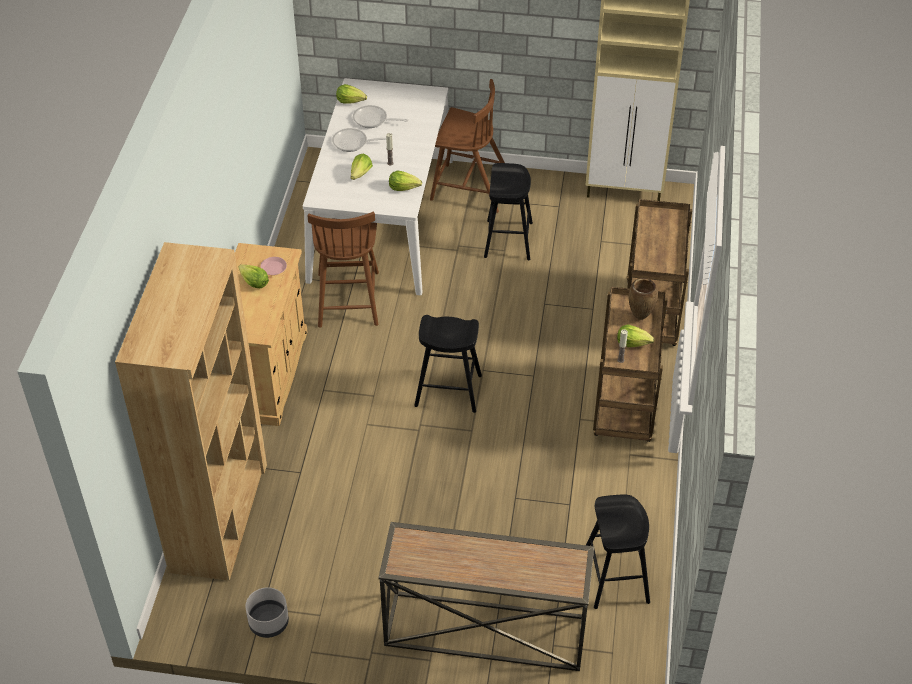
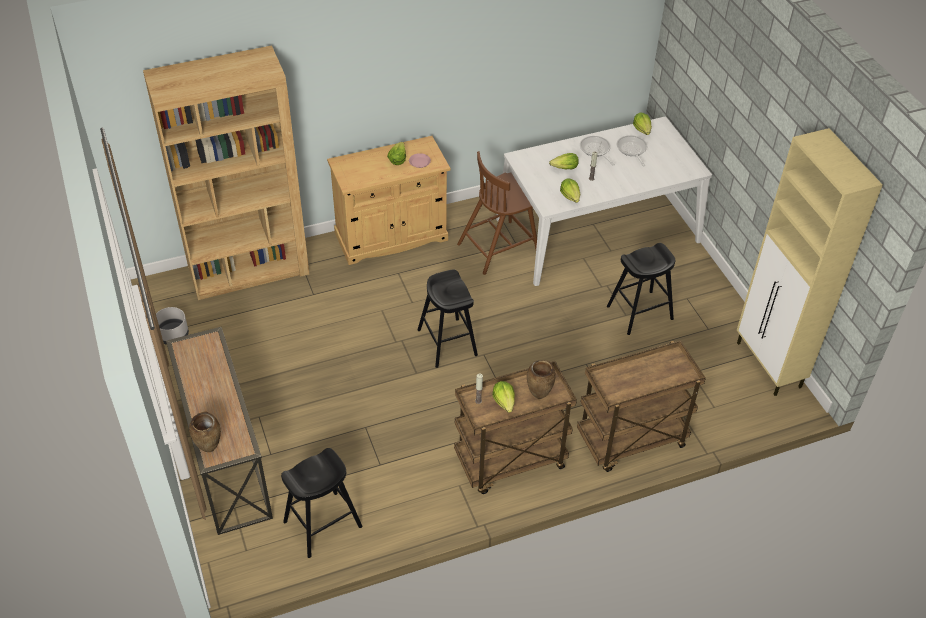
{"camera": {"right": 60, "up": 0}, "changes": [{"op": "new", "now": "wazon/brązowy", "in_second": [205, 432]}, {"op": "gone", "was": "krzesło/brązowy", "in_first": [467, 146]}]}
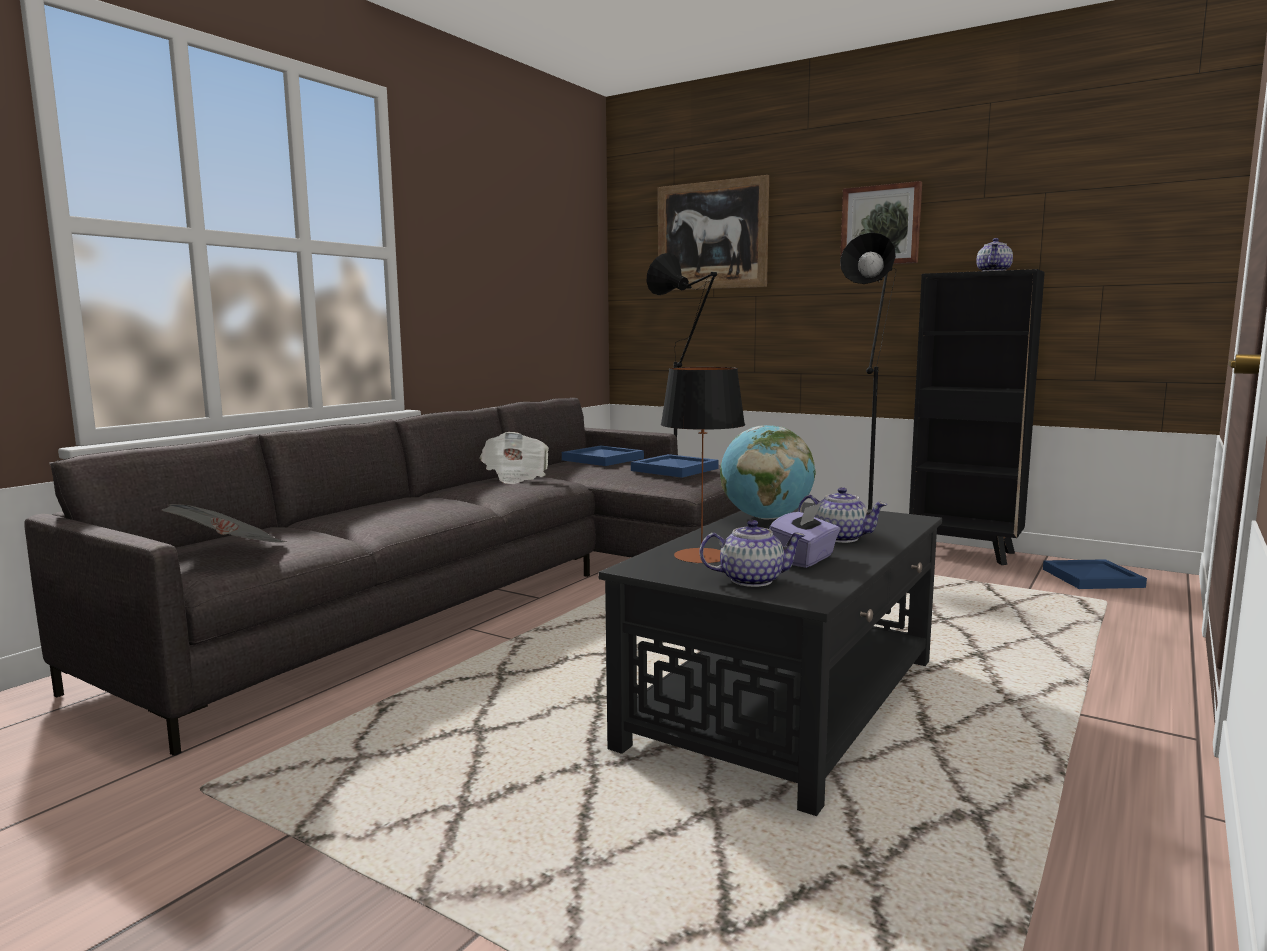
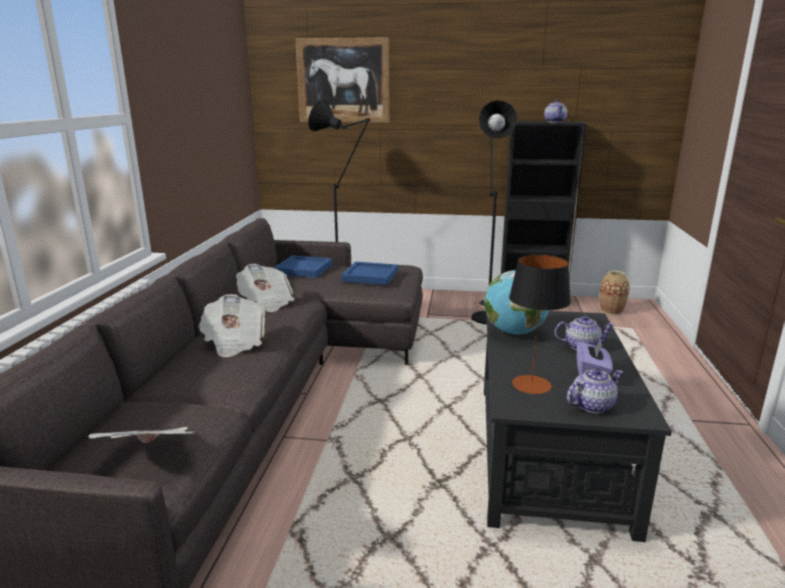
{"camera": {"right": -25, "up": 10}, "changes": [{"op": "new", "now": "gazeta", "in_second": [231, 326]}, {"op": "swapped", "was": "taca/niebieski", "now": "wazon", "in_first": [1095, 574], "in_second": [614, 293]}, {"op": "gone", "was": "obraz", "in_first": [881, 223]}]}
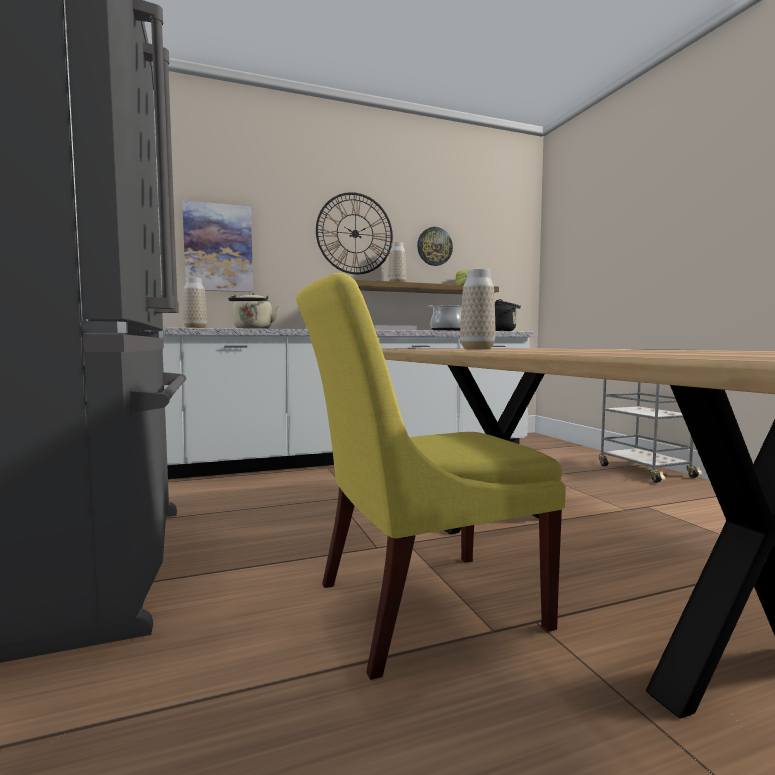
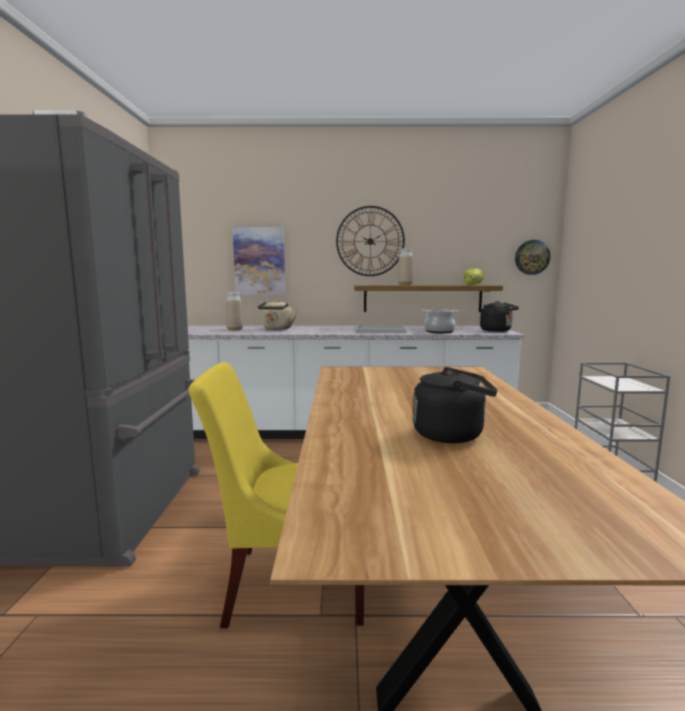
{"camera": {"right": 20, "up": 5}, "changes": [{"op": "new", "now": "czajnik/czarny", "in_second": [455, 405]}, {"op": "shifted", "was": "zegar ścienny", "in_first": [435, 246], "in_second": [532, 257]}, {"op": "gone", "was": "wazon", "in_first": [477, 309]}]}
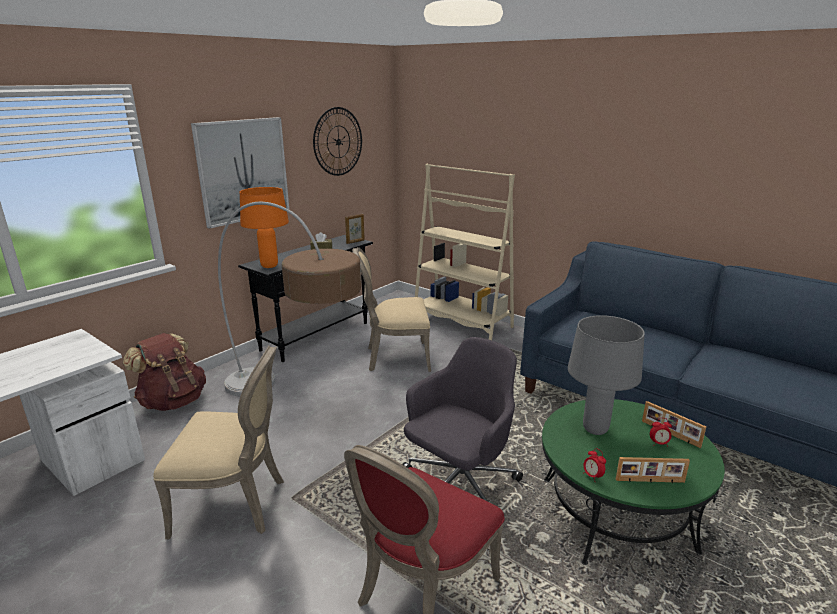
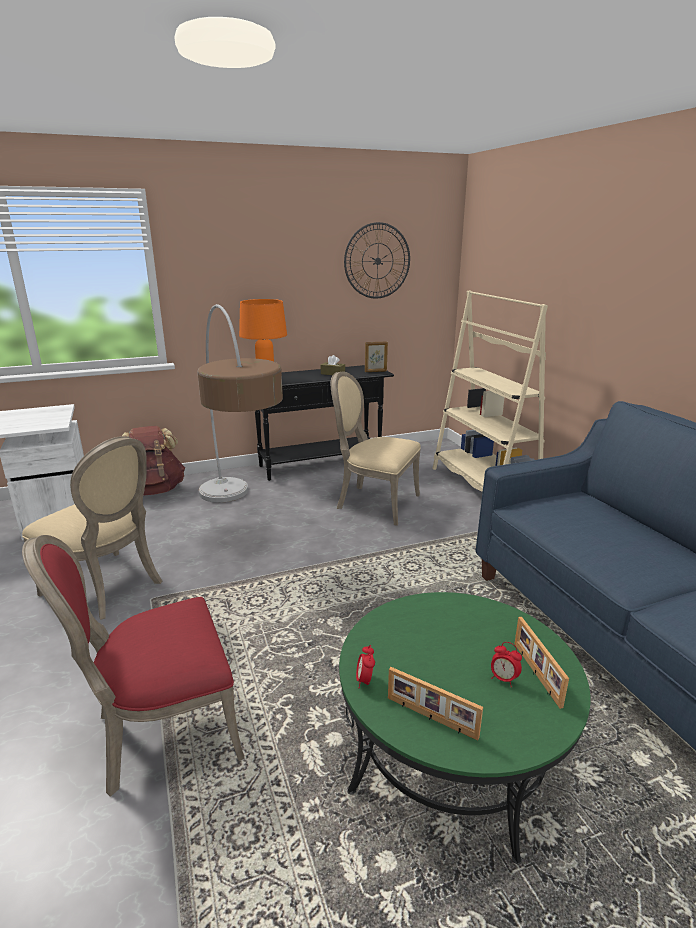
{"camera": {"right": 30, "up": 0}, "changes": [{"op": "gone", "was": "obraz", "in_first": [240, 173]}, {"op": "gone", "was": "krzesło biurowe/szary", "in_first": [462, 419]}, {"op": "gone", "was": "lampa stołowa/szary", "in_first": [606, 375]}]}
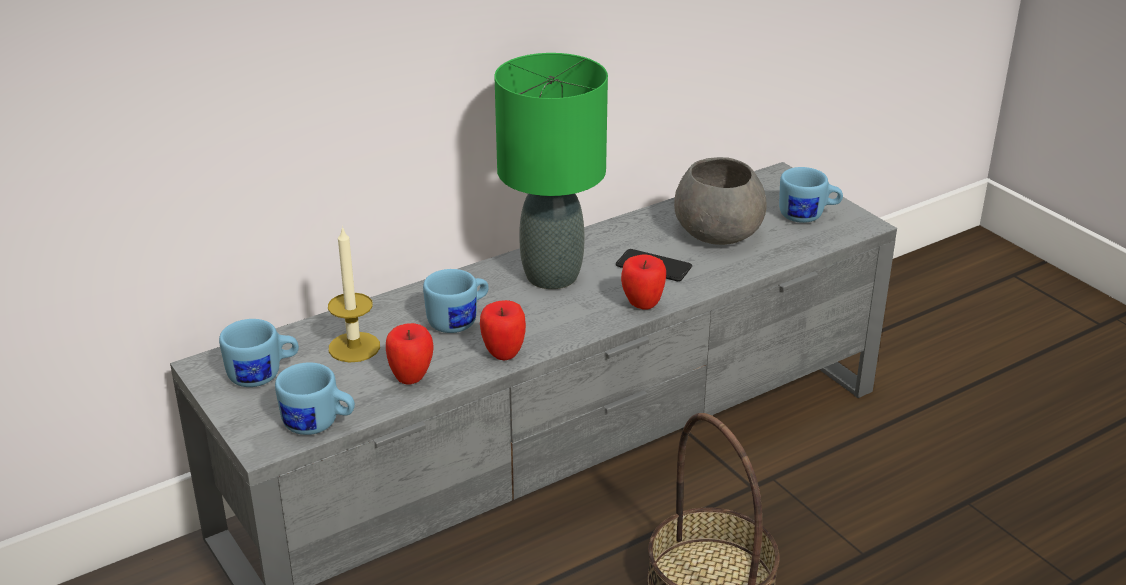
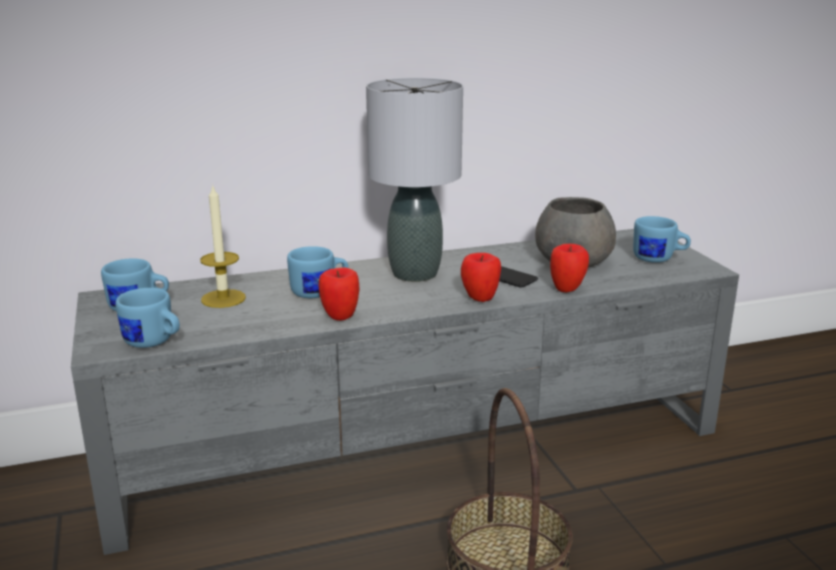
{"camera": {"right": 15, "up": -10}, "changes": [{"op": "repainted", "was": "lampa stołowa/zielony", "now": "lampa stołowa/szary", "in_first": [551, 171], "in_second": [414, 180]}, {"op": "shifted", "was": "jabłko", "in_first": [409, 353], "in_second": [569, 268]}]}
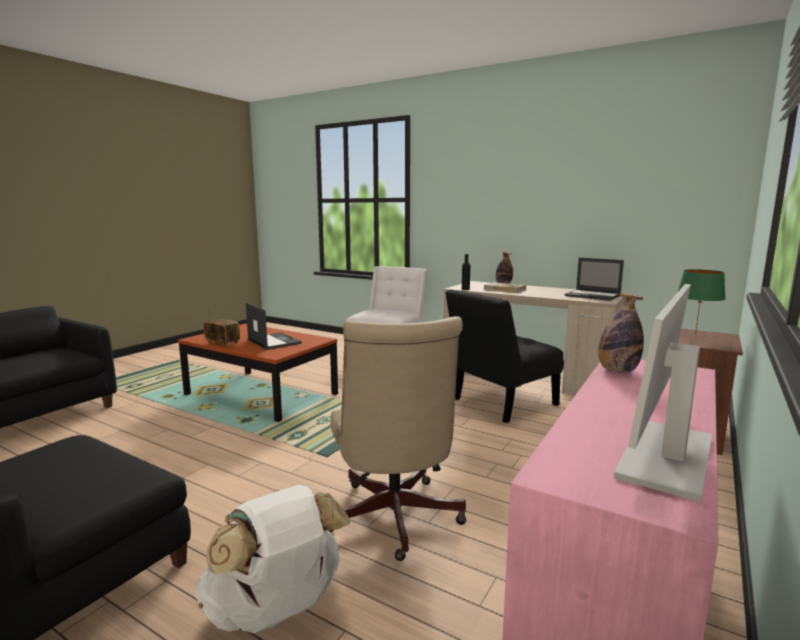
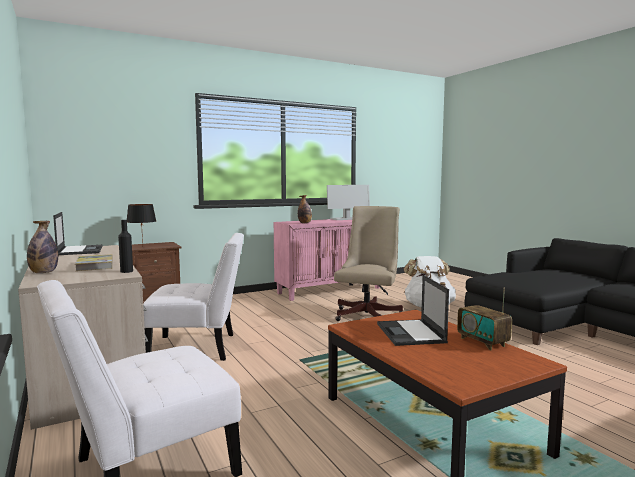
{"camera": {"right": -150, "up": -5}, "changes": [{"op": "repainted", "was": "lampa stołowa/zielony", "now": "lampa stołowa/czarny", "in_first": [701, 302], "in_second": [141, 224]}, {"op": "repainted", "was": "krzesło/czarny", "now": "krzesło/biały", "in_first": [504, 356], "in_second": [193, 297]}]}
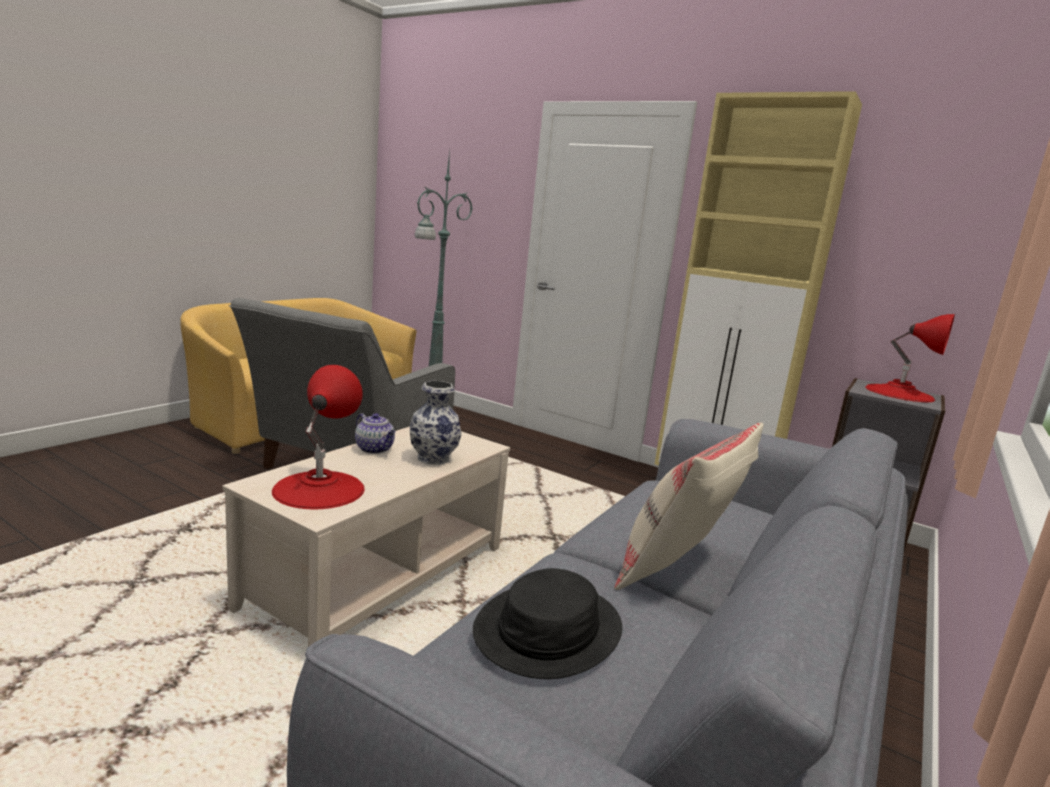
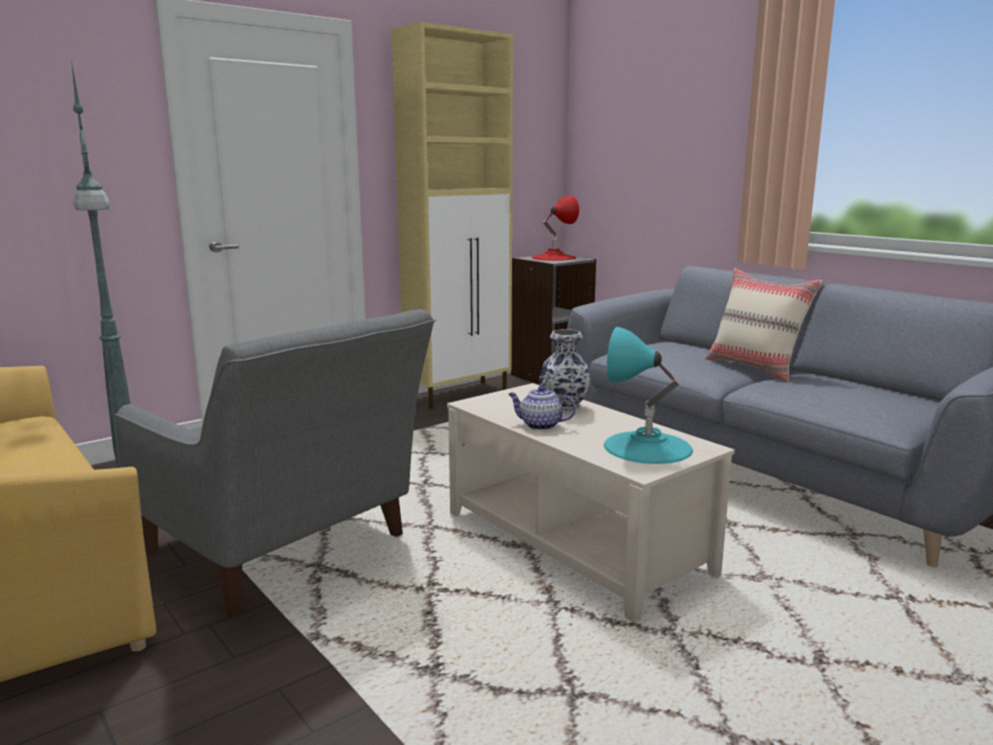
{"camera": {"right": -70, "up": 0}, "changes": [{"op": "rotated", "was": "imbryk", "in_first": [375, 433], "in_second": [542, 408], "clockwise": -135}, {"op": "repainted", "was": "lampa stołowa/czerwony", "now": "lampa stołowa/turkusowy", "in_first": [318, 437], "in_second": [648, 395]}, {"op": "gone", "was": "kapelusz/czarny", "in_first": [547, 623]}]}
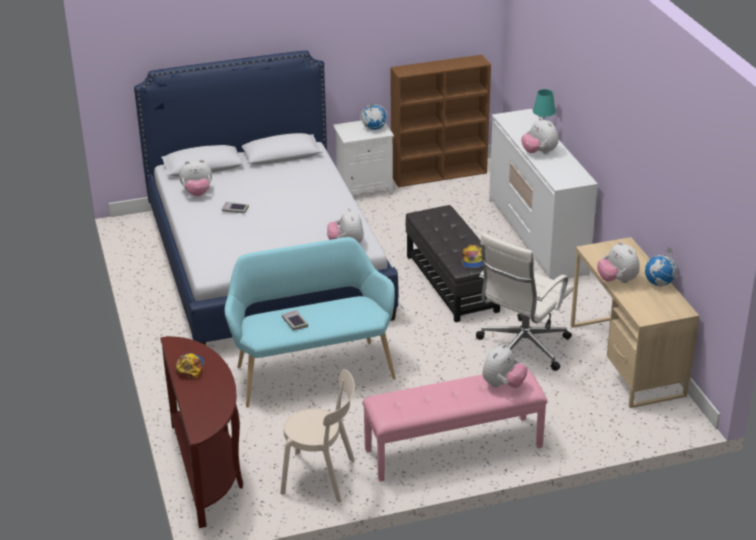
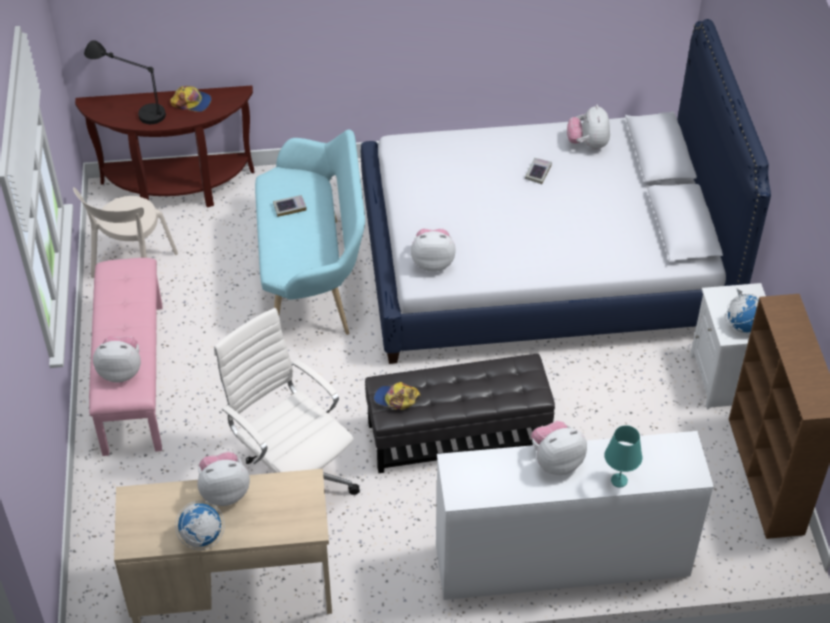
{"camera": {"right": 100, "up": 15}, "changes": [{"op": "new", "now": "lampa stołowa/czarny", "in_second": [125, 82]}, {"op": "rotated", "was": "pluszak", "in_first": [504, 366], "in_second": [117, 359], "clockwise": 135}]}
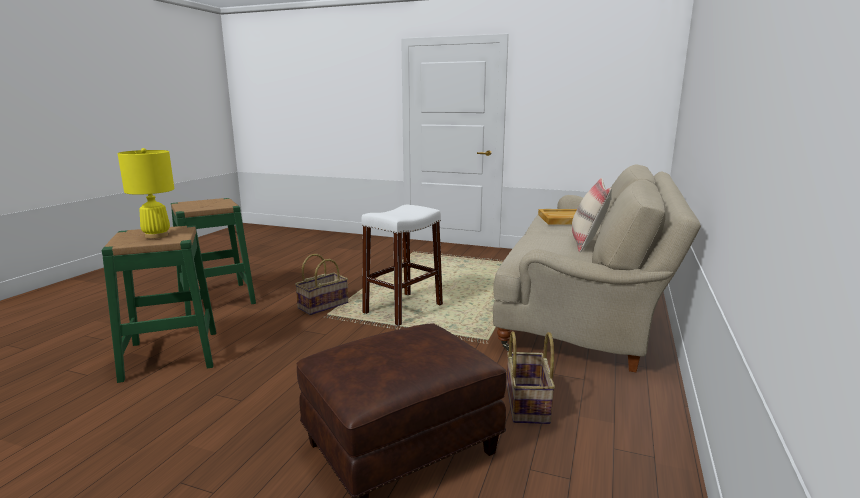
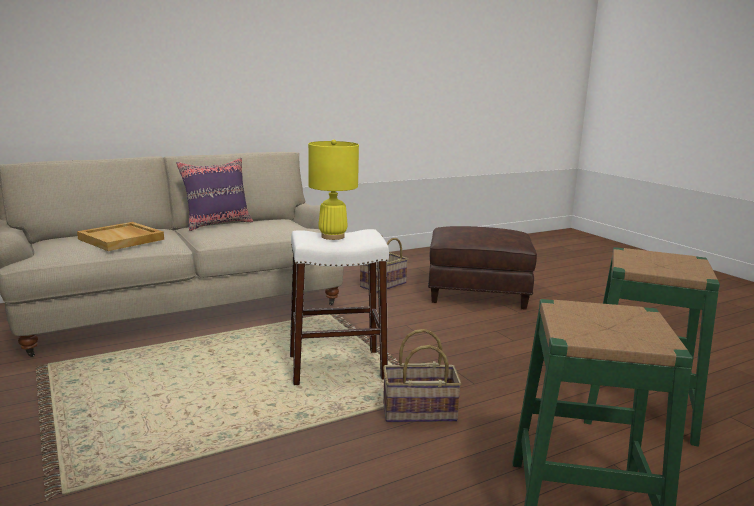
{"camera": {"right": -140, "up": 0}, "changes": [{"op": "repainted", "was": "poduszka/beżowy", "now": "poduszka/fioletowy", "in_first": [592, 215], "in_second": [214, 194]}, {"op": "shifted", "was": "lampa stołowa/żółty", "in_first": [146, 193], "in_second": [333, 189]}]}
